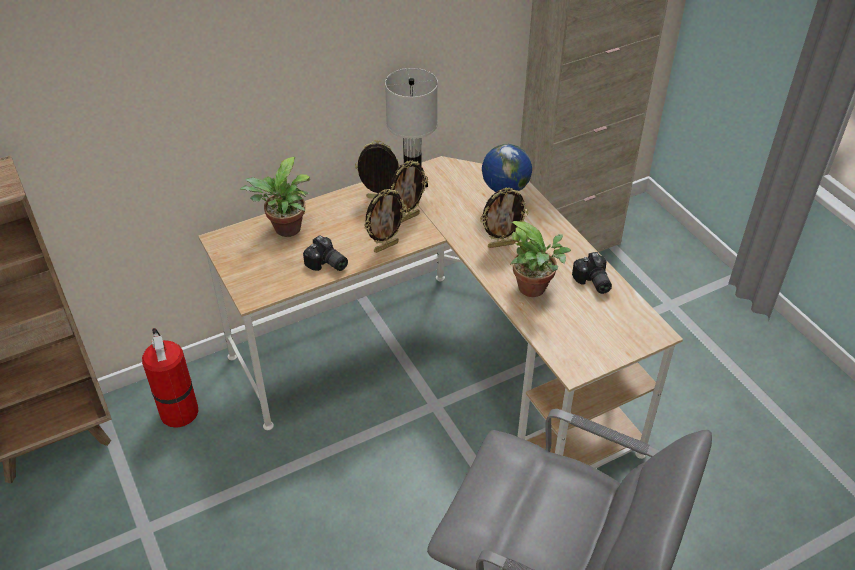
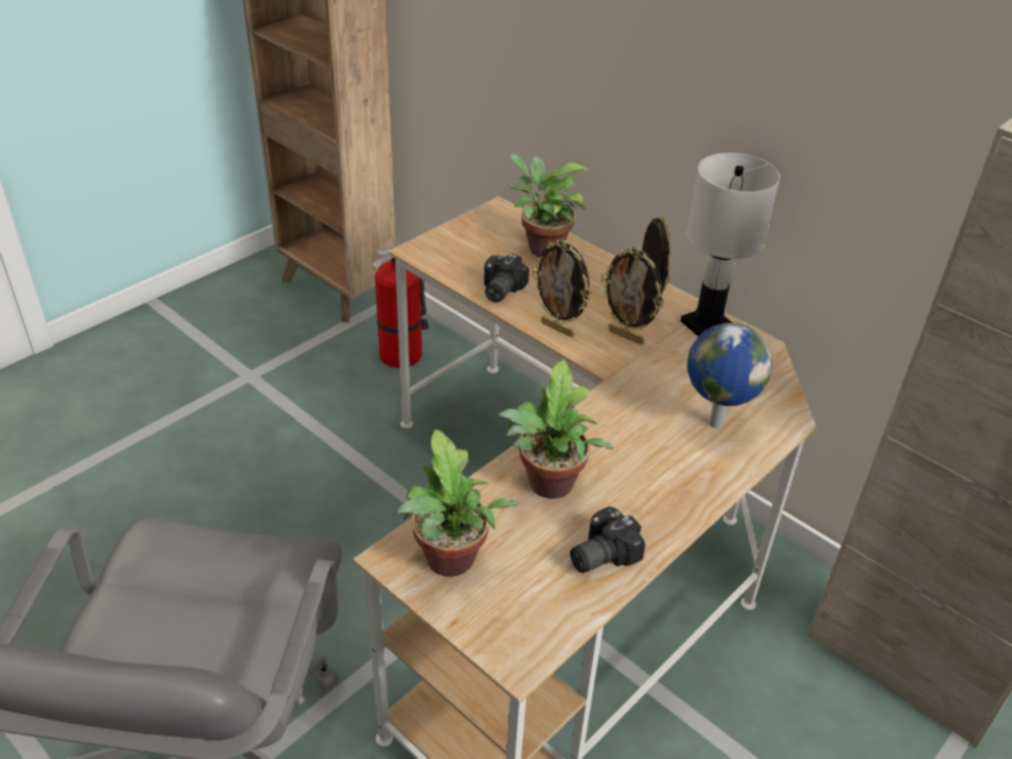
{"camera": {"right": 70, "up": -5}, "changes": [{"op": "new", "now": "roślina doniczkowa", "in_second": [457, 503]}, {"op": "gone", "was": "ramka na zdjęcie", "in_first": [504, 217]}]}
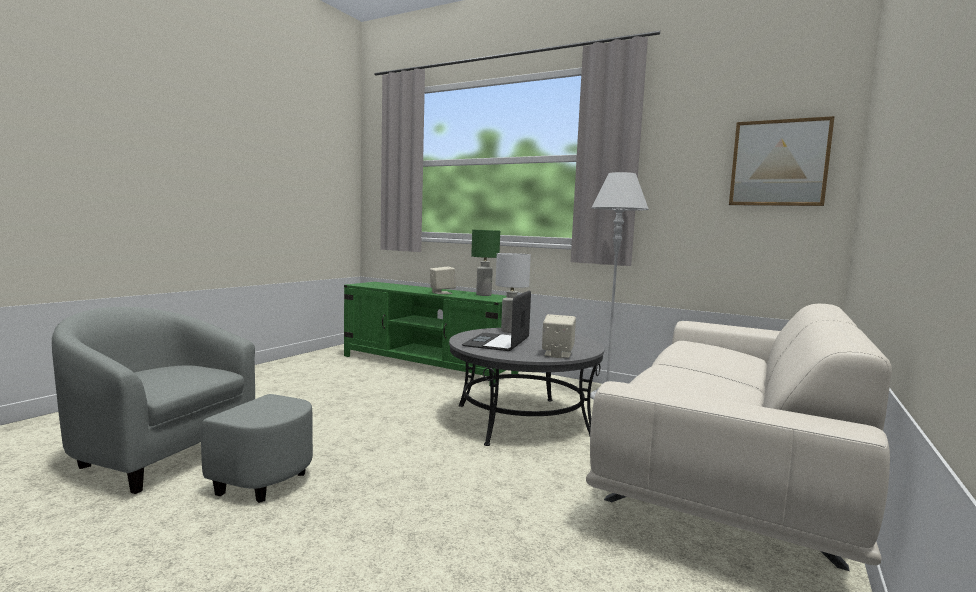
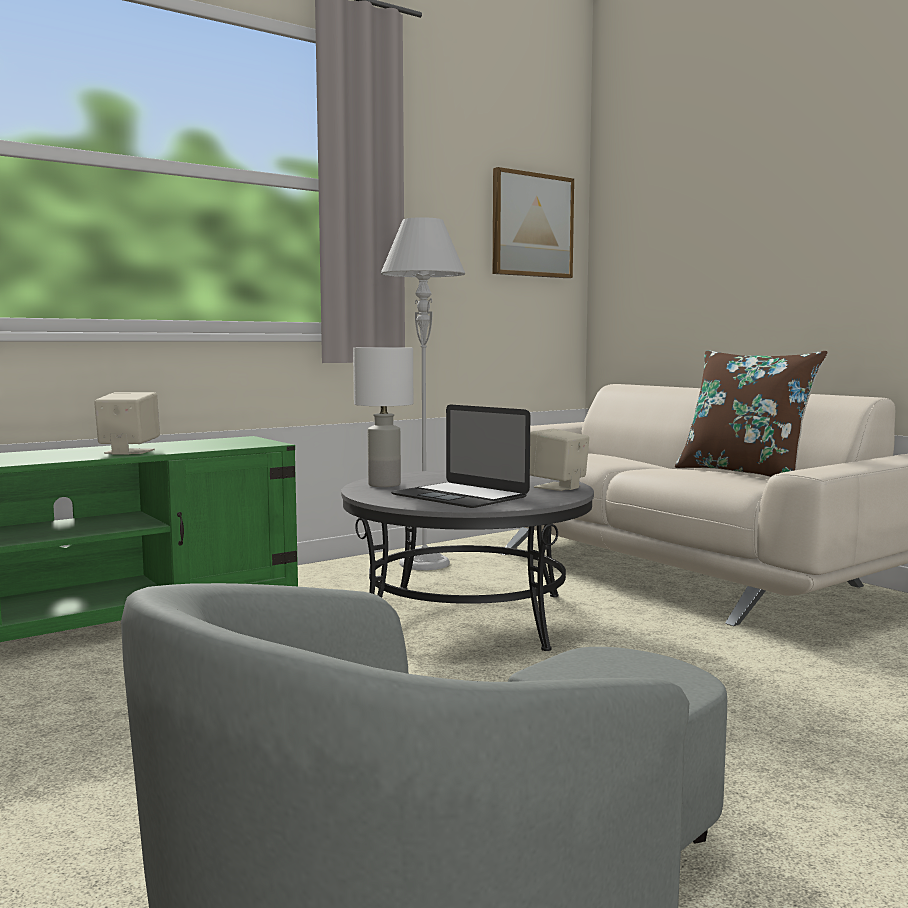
{"camera": {"right": -65, "up": 0}, "changes": [{"op": "new", "now": "poduszka/brązowy", "in_second": [751, 413]}, {"op": "gone", "was": "lampa stołowa/zielony", "in_first": [485, 263]}]}
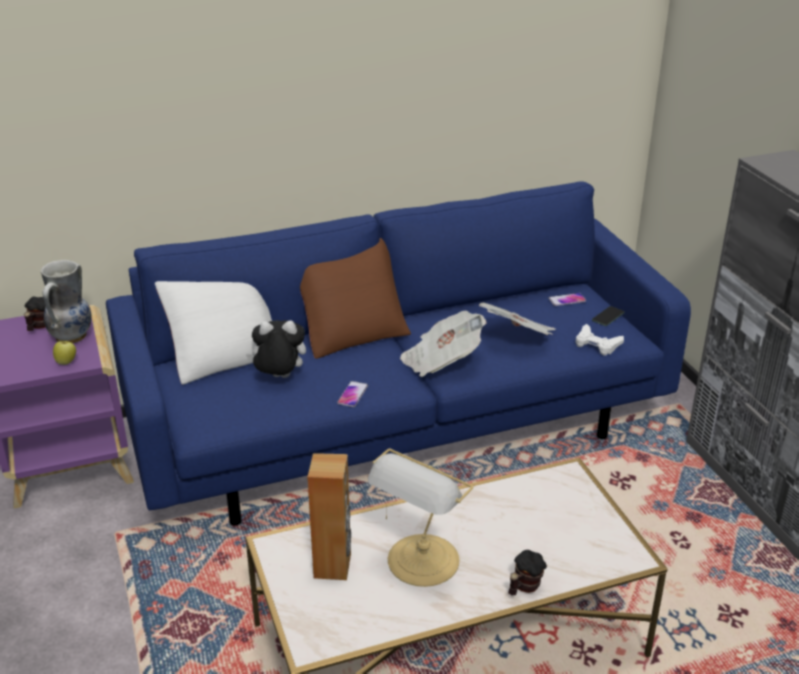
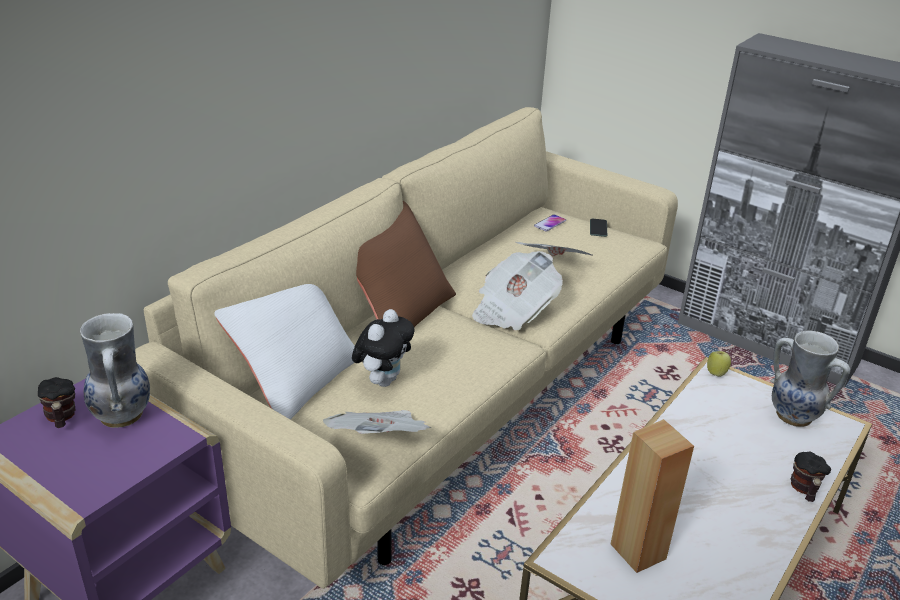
{"camera": {"right": -35, "up": 0}, "changes": [{"op": "repainted", "was": "kanapa/niebieski", "now": "kanapa/beżowy", "in_first": [398, 353], "in_second": [406, 348]}, {"op": "new", "now": "gazeta", "in_second": [377, 422]}, {"op": "rotated", "was": "pluszak", "in_first": [276, 349], "in_second": [383, 348], "clockwise": 150}, {"op": "shifted", "was": "jabłko", "in_first": [64, 353], "in_second": [719, 364]}, {"op": "new", "now": "wazon", "in_second": [810, 379]}, {"op": "gone", "was": "telefon", "in_first": [352, 394]}, {"op": "gone", "was": "lampa stołowa", "in_first": [420, 518]}, {"op": "gone", "was": "pad do gier/biały", "in_first": [599, 340]}]}
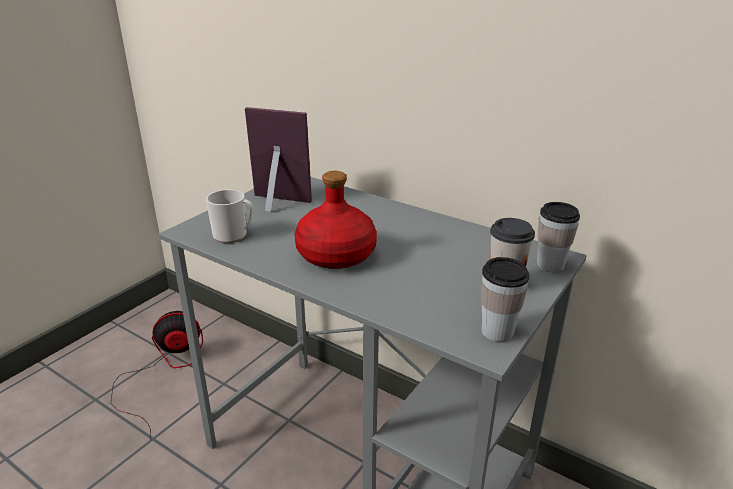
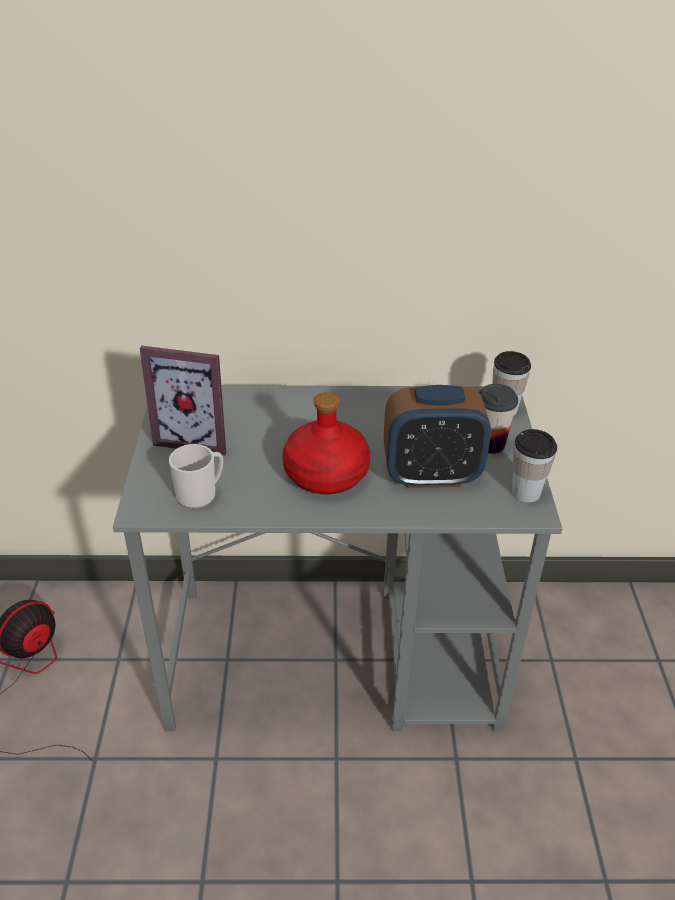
{"camera": {"right": -35, "up": 10}, "changes": [{"op": "rotated", "was": "ramka na zdjęcie", "in_first": [278, 159], "in_second": [183, 401], "clockwise": -150}, {"op": "new", "now": "budzik", "in_second": [437, 436]}]}
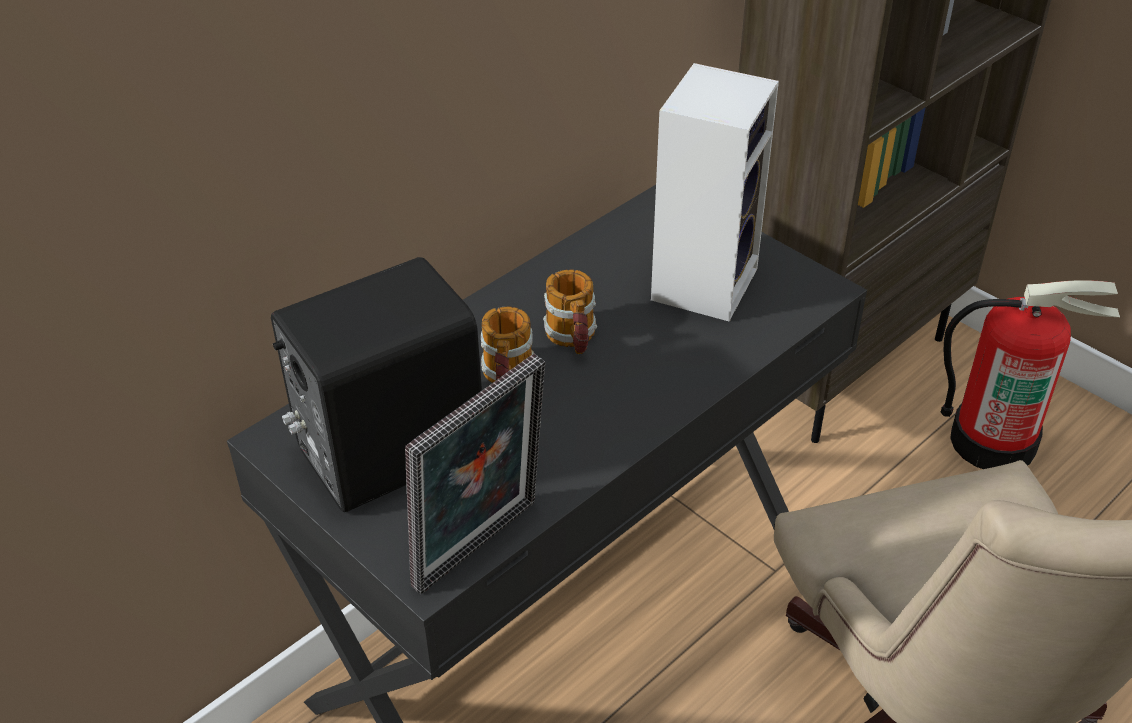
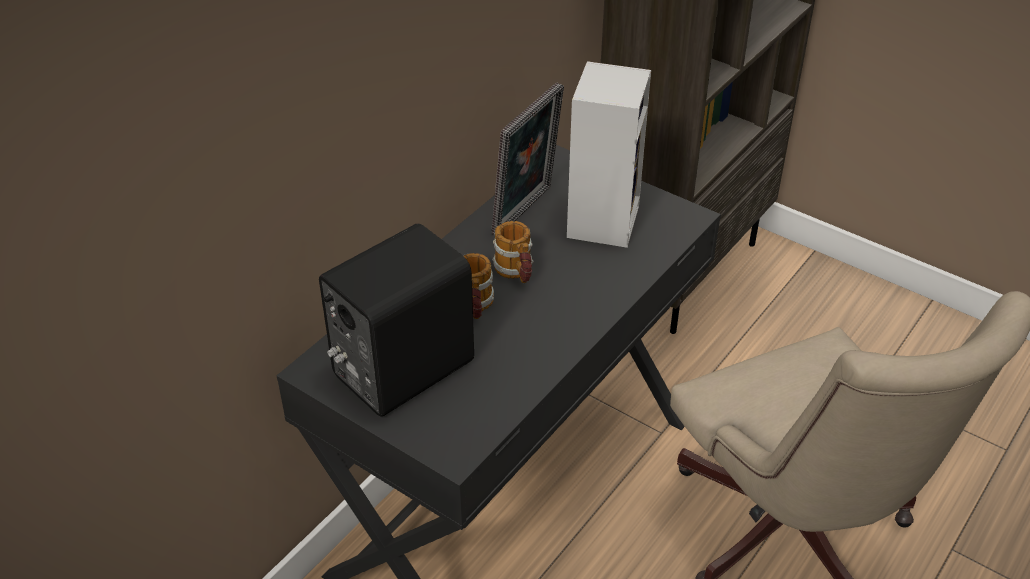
{"camera": {"right": -10, "up": 0}, "changes": [{"op": "shifted", "was": "ramka na zdjęcie", "in_first": [475, 474], "in_second": [527, 158]}, {"op": "gone", "was": "gaśnica", "in_first": [1030, 374]}]}
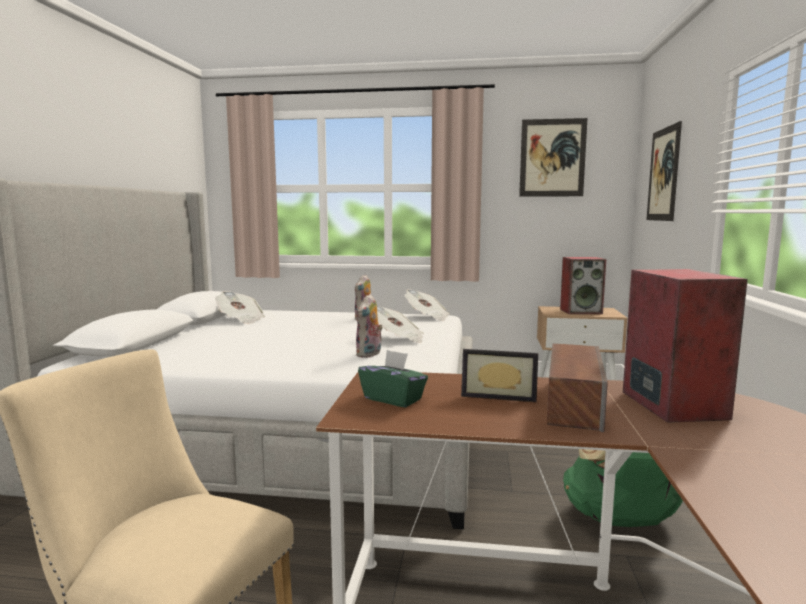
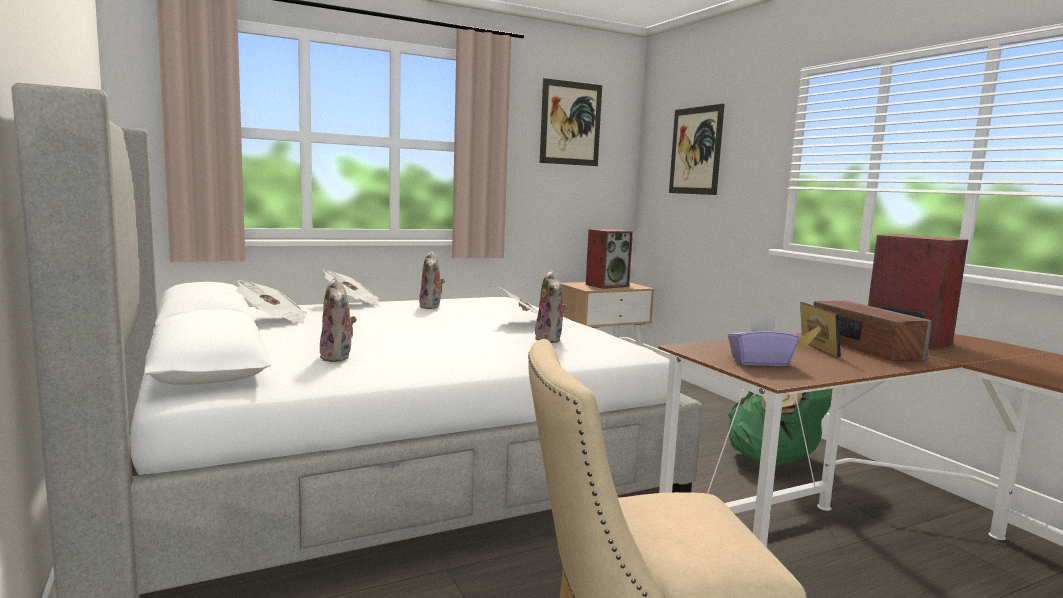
{"camera": {"right": -35, "up": 0}, "changes": [{"op": "new", "now": "pluszak", "in_second": [338, 319]}, {"op": "shifted", "was": "gazeta", "in_first": [427, 305], "in_second": [351, 287]}, {"op": "repainted", "was": "pudełko chusteczek/zielony", "now": "pudełko chusteczek/fioletowy", "in_first": [393, 379], "in_second": [763, 340]}, {"op": "rotated", "was": "ramka na zdjęcie", "in_first": [499, 375], "in_second": [819, 329], "clockwise": -75}]}
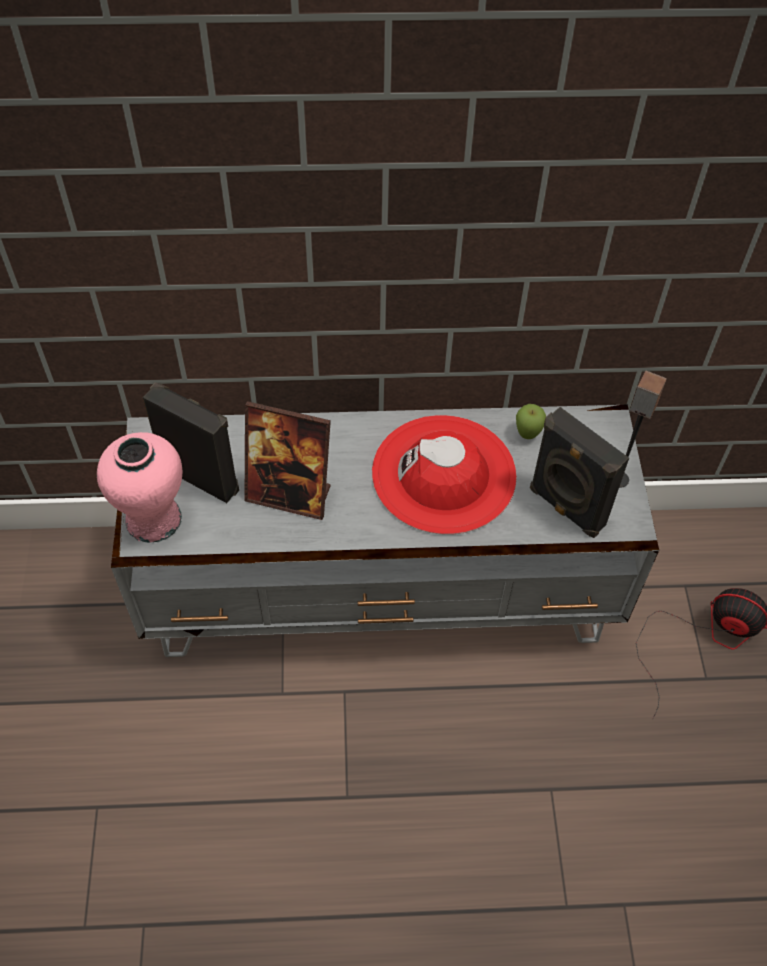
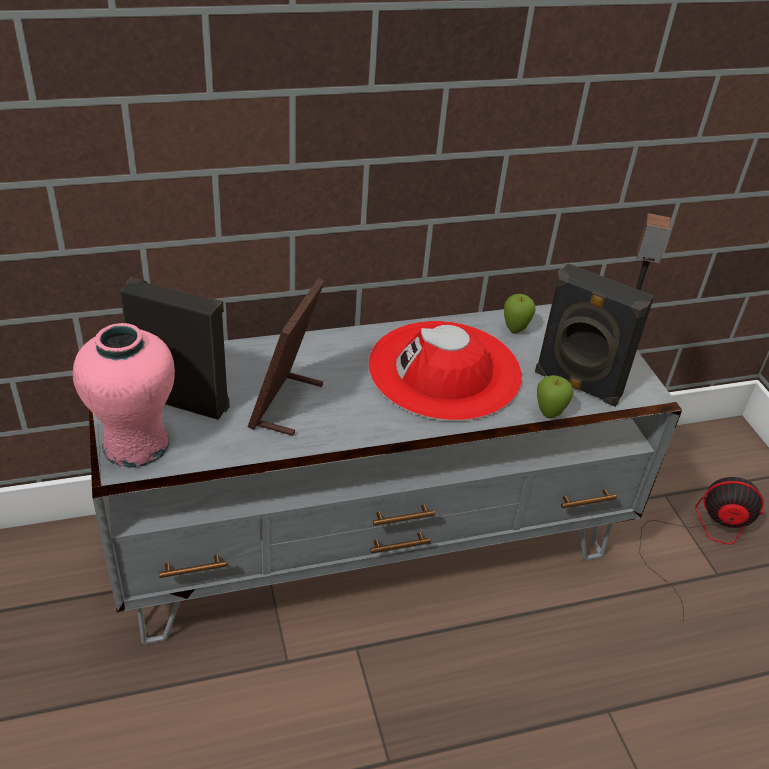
{"camera": {"right": -15, "up": -15}, "changes": [{"op": "rotated", "was": "ramka na zdjęcie", "in_first": [288, 460], "in_second": [286, 357], "clockwise": 105}, {"op": "new", "now": "jabłko", "in_second": [555, 396]}]}
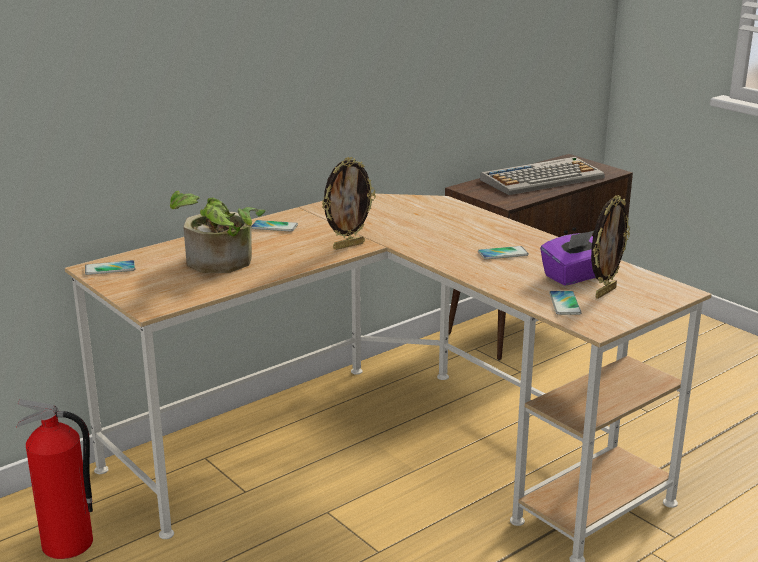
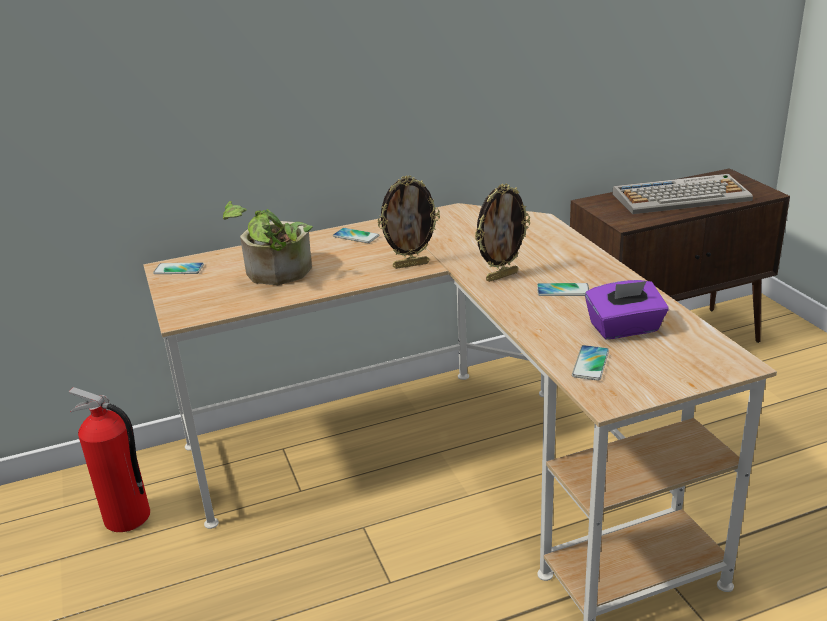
{"camera": {"right": 20, "up": 5}, "changes": [{"op": "shifted", "was": "ramka na zdjęcie", "in_first": [610, 247], "in_second": [502, 233]}]}
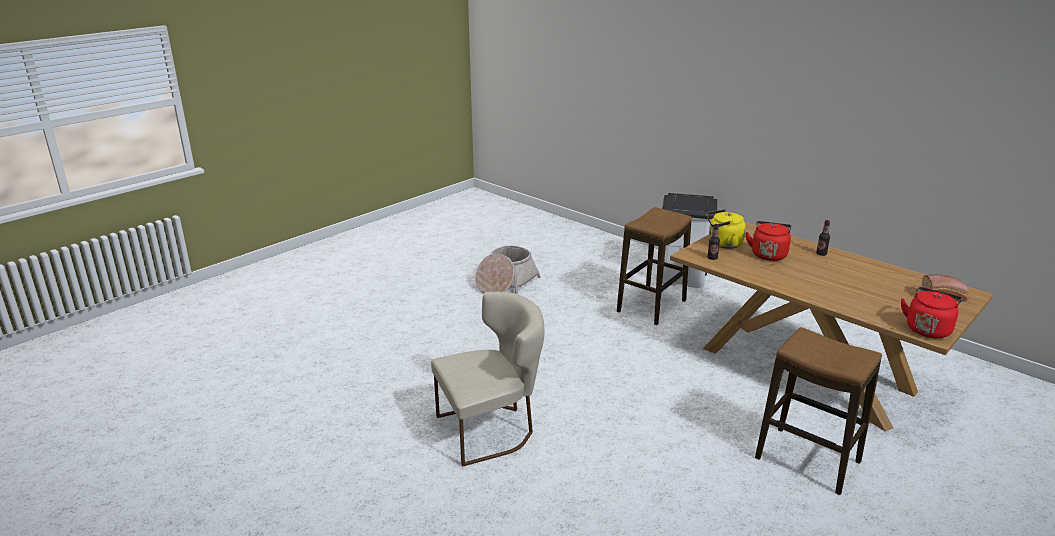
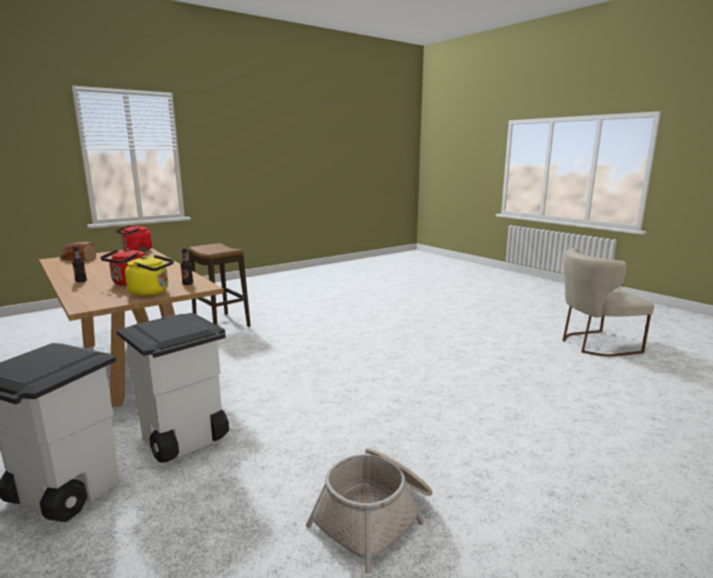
{"camera": {"right": -170, "up": -10}, "changes": [{"op": "swapped", "was": "stołek", "now": "kosz na śmieci/biały", "in_first": [654, 266], "in_second": [172, 388]}, {"op": "shifted", "was": "krzesło/beżowy", "in_first": [487, 379], "in_second": [608, 302]}]}
